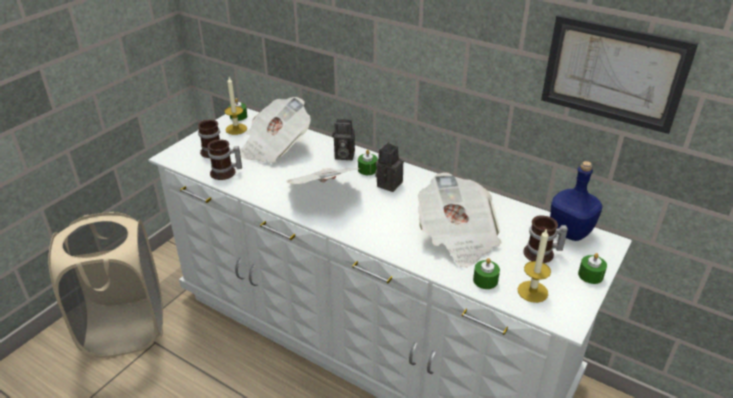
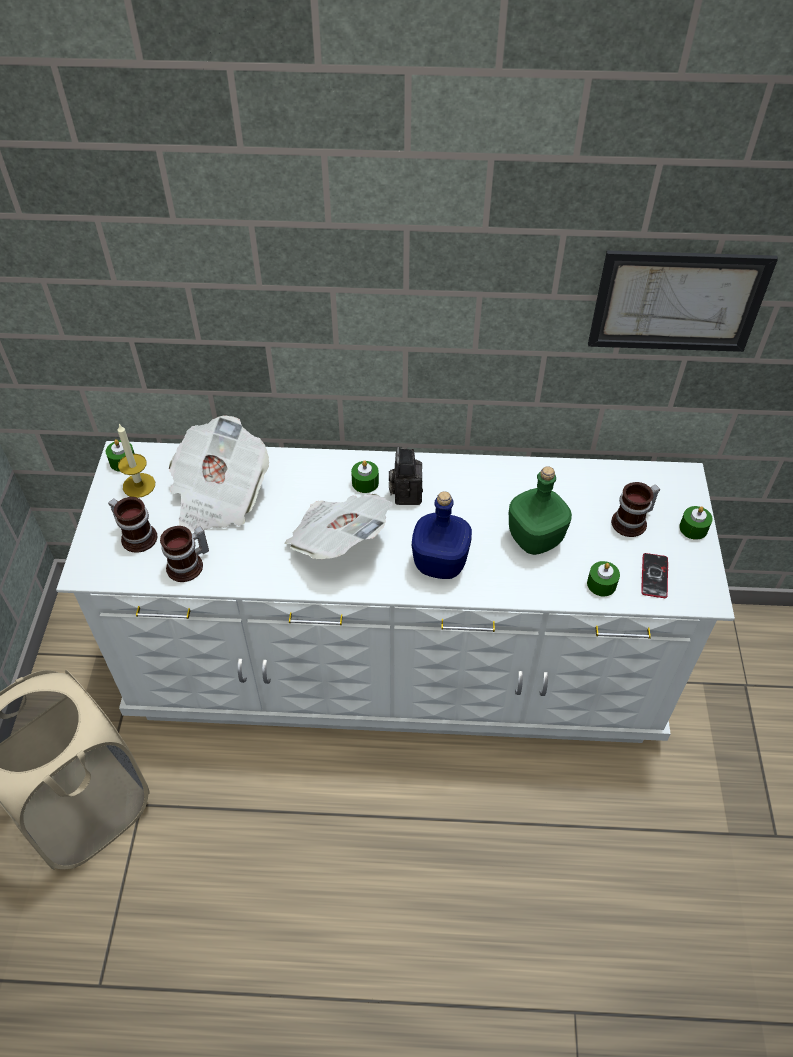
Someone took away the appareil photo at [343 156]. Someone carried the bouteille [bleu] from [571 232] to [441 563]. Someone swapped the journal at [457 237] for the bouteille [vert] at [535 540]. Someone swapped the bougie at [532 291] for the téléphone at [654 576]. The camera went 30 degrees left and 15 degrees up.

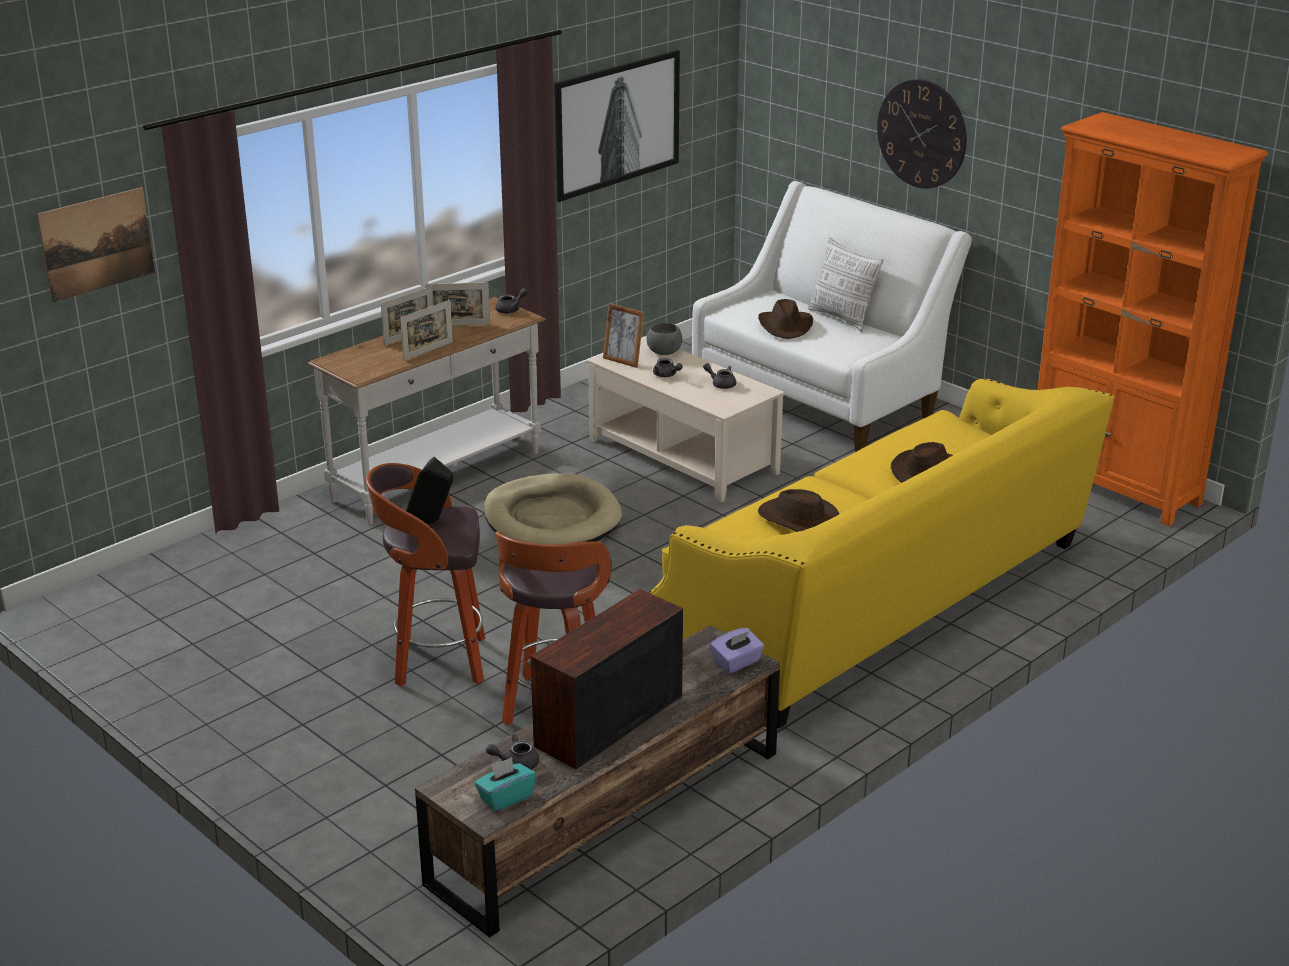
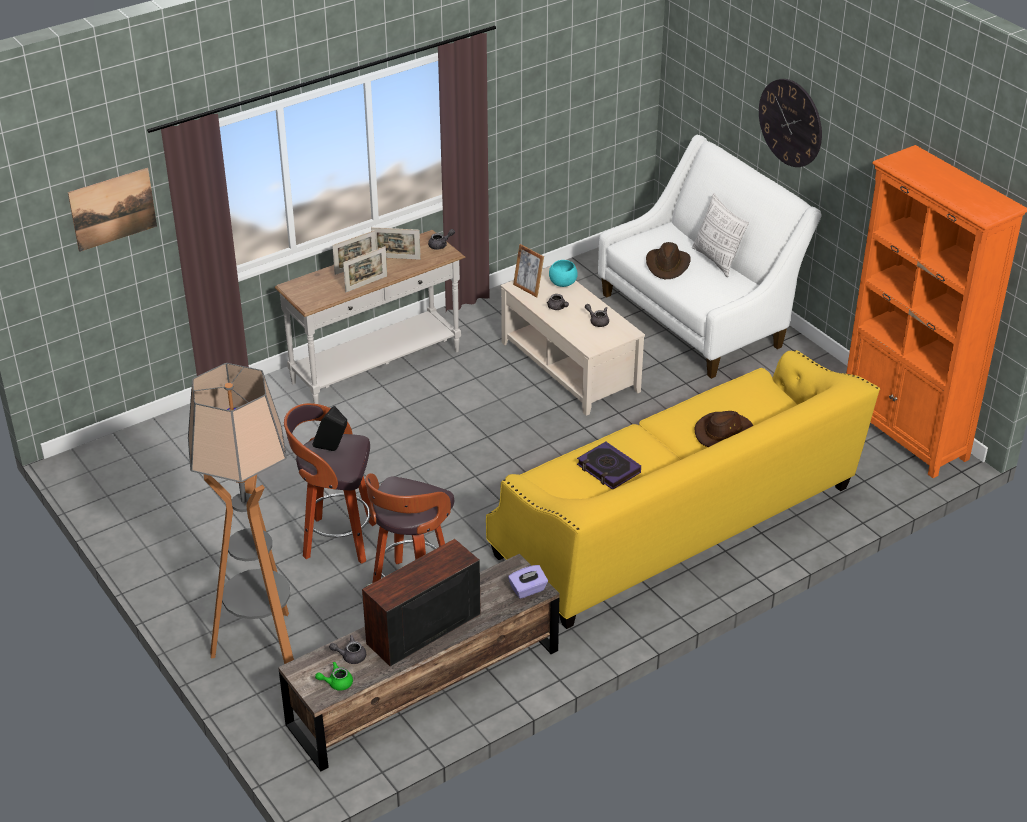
Someone took away the tableau at [616 123]. Someone repainted the bol [gris] at [664 353], which became the bol [turquoise] at [562 283]. Someone took away the panier pour chien [beige] at [552 518]. Someone swapped the chapeau [marron] at [798 520] for the livre at [608 469]. Someone swapped the boîte à mouchoirs [turquoise] at [505 797] for the théière [vert] at [336 683]. Someone put down the lampadaire at [263 648]. The camera went 10 degrees right and 10 degrees up.

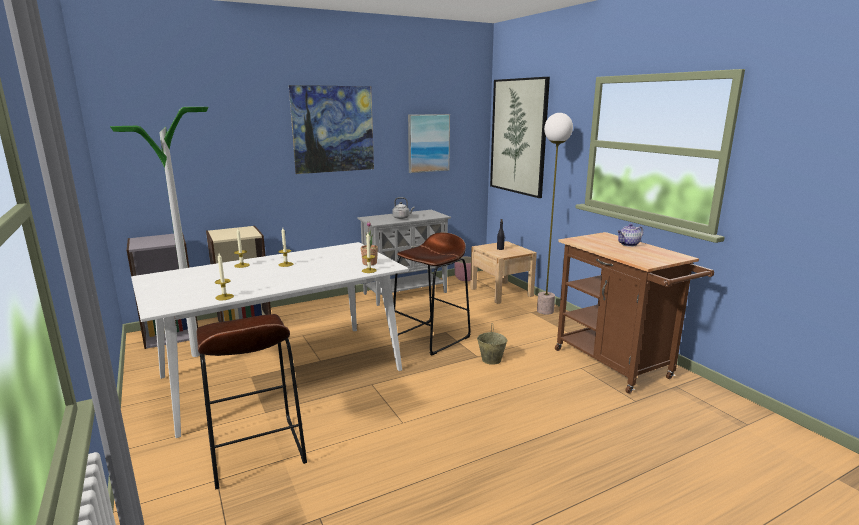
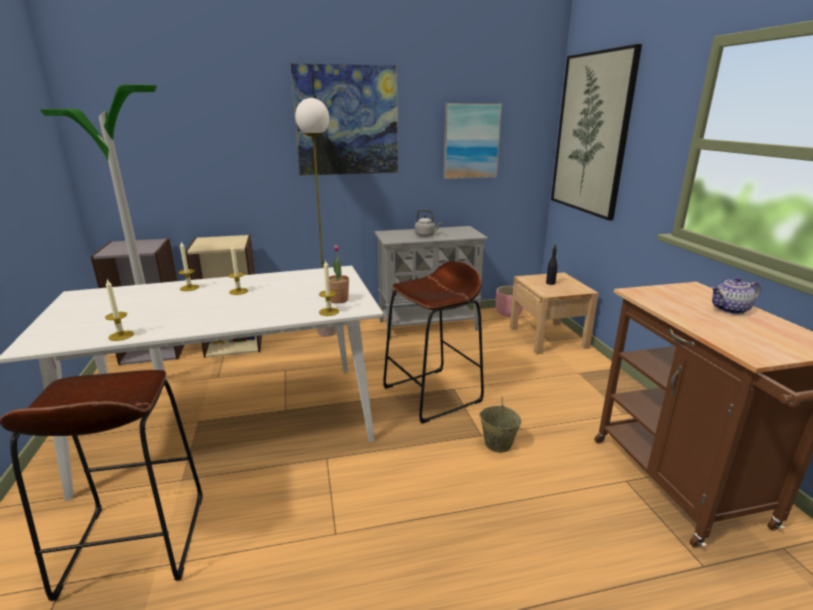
Someone carried the lampadaire from [544 311] to [326 332]. The camera went 15 degrees right and 5 degrees up.

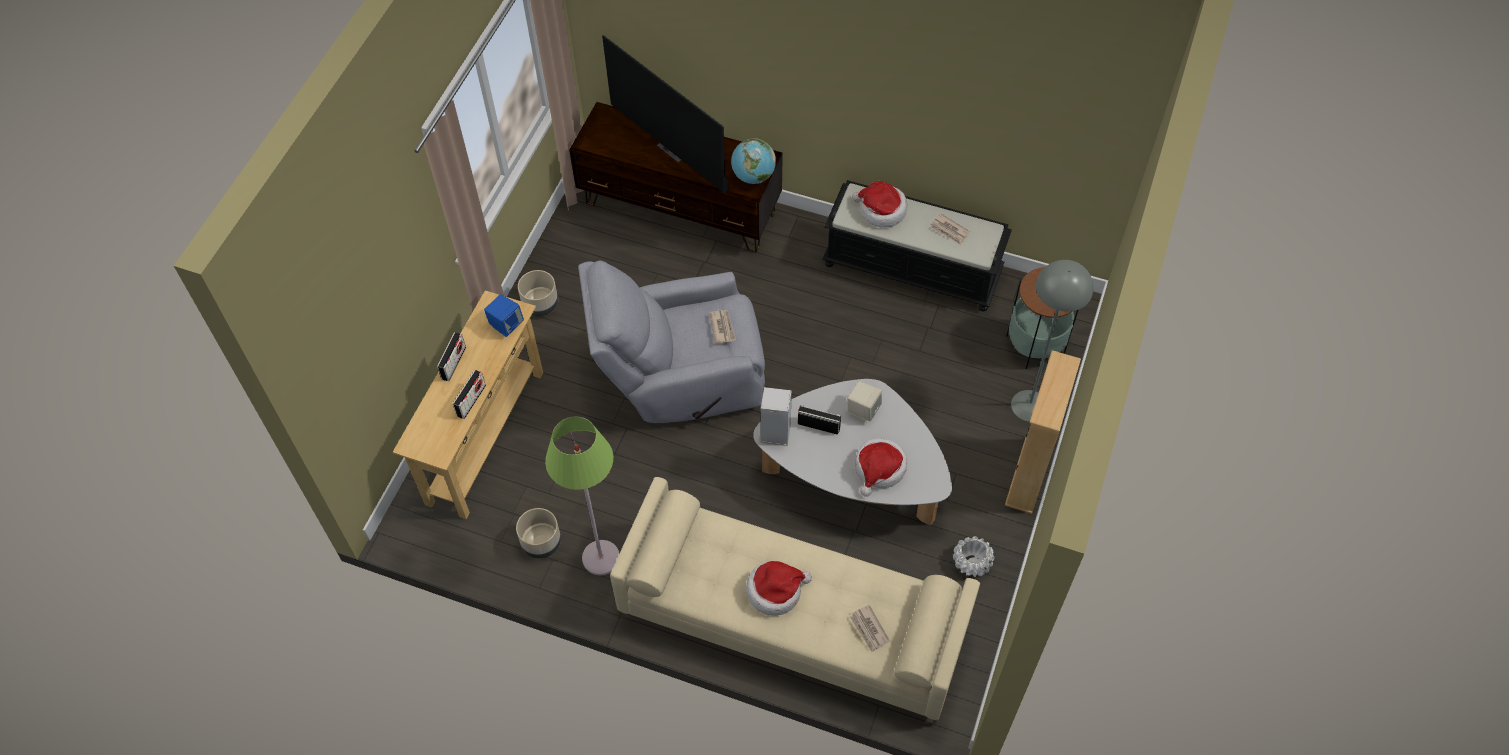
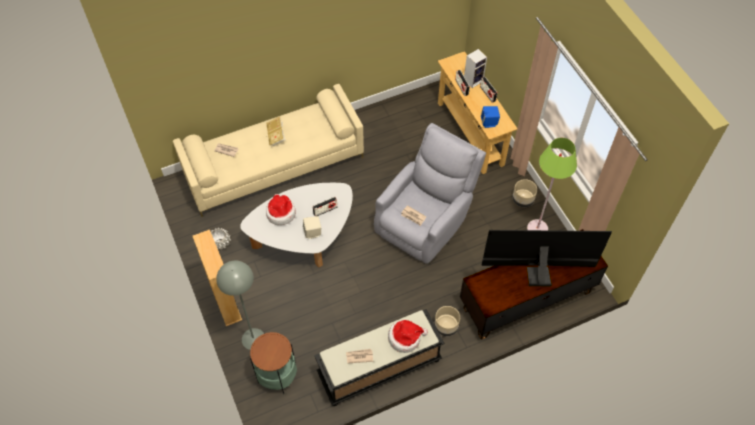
Someone took away the globe at [753 176]. Someone carried the enceinte from [774 434] to [473 80]. Someone carried the lampadaire [vert] from [600 558] to [537 229]. Someone carried the cache-pot [beige] from [541 543] to [446 326]. Someone swapped the chapeau at [775 591] for the livre at [276 136]. The camera went 135 degrees right and 0 degrees up.

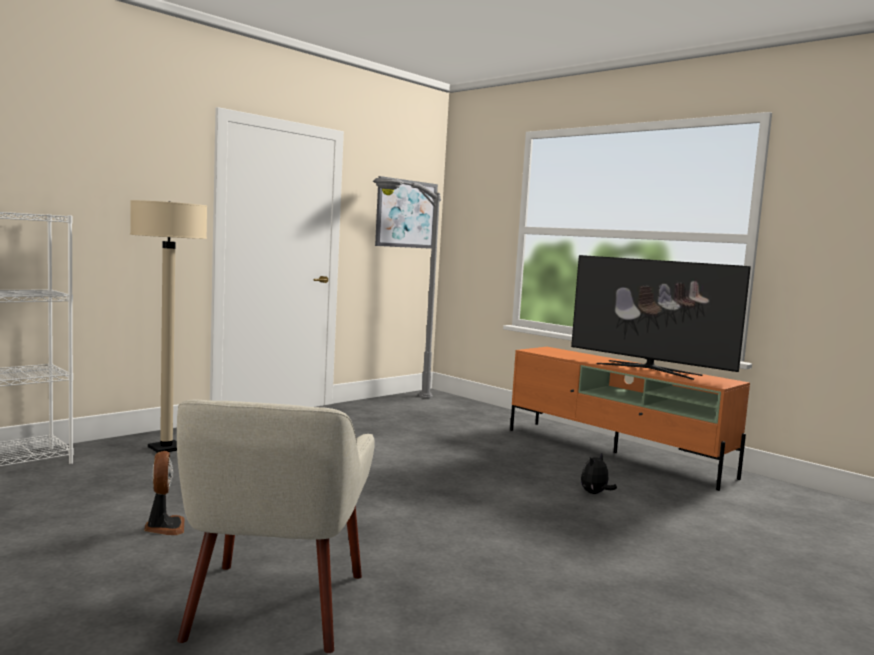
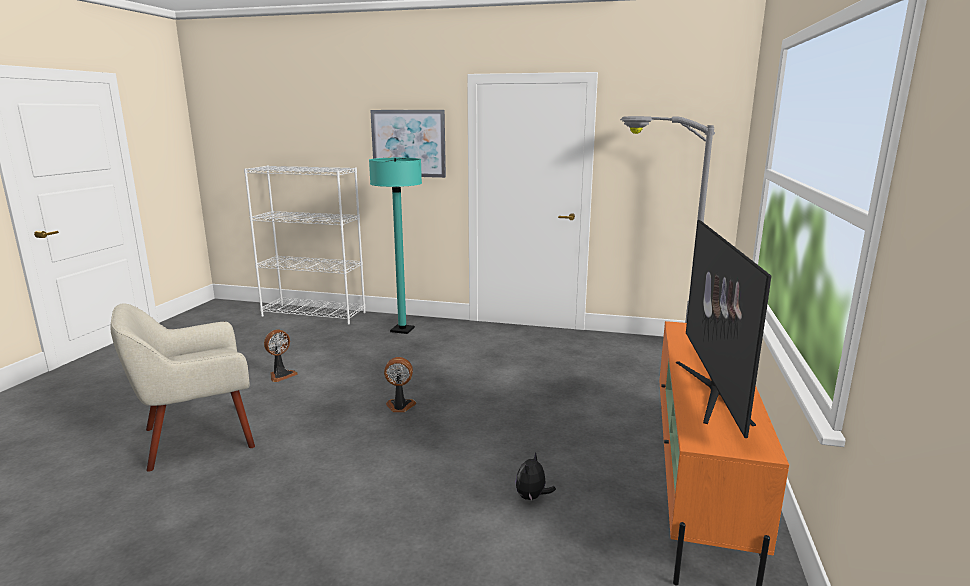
Someone carried the tableau from [406 214] to [408 143]. Someone repainted the lampadaire [beige] at [166 448], which became the lampadaire [turquoise] at [402 330]. Someone rotated the peluche at [595 493] by 75 degrees counterclockwise. Someone put down the ventilateur at [400 406]. The camera went 60 degrees right and 10 degrees up.

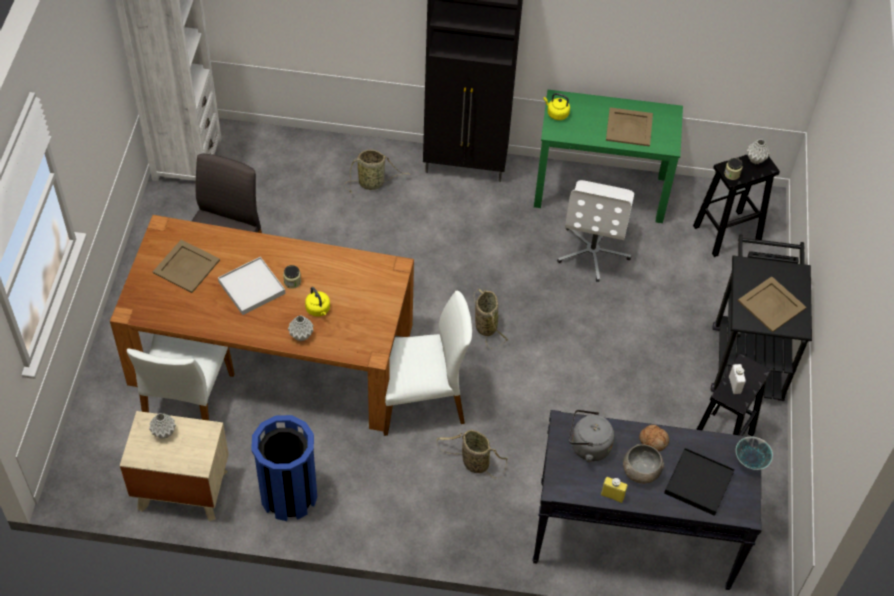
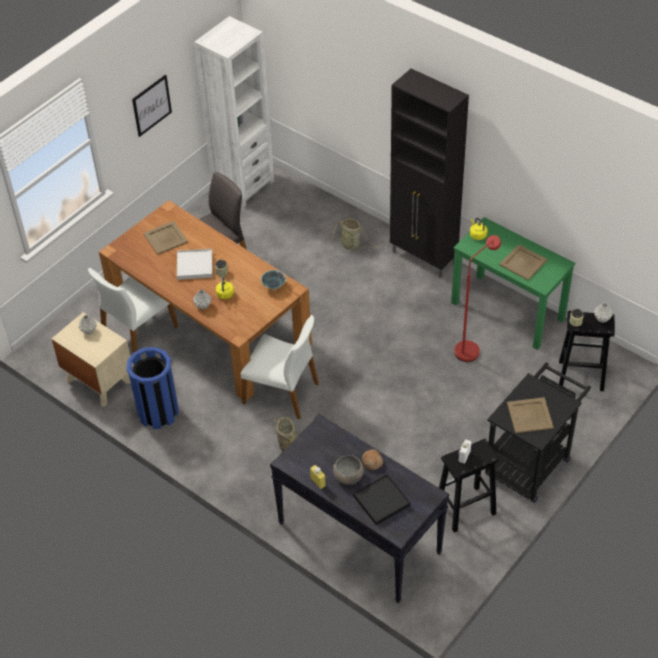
Someone swapped the chaise de bureau [blanc] at [593 251] for the lampadaire [rouge] at [471 348]. Someone took away the panier at [485 325]. Someone took away the bouilloire [gris] at [587 446]. Someone carried the bol from [750 461] to [273 286]. Someone put up the tableau at [151 105]. The camera went 35 degrees right and 5 degrees down.

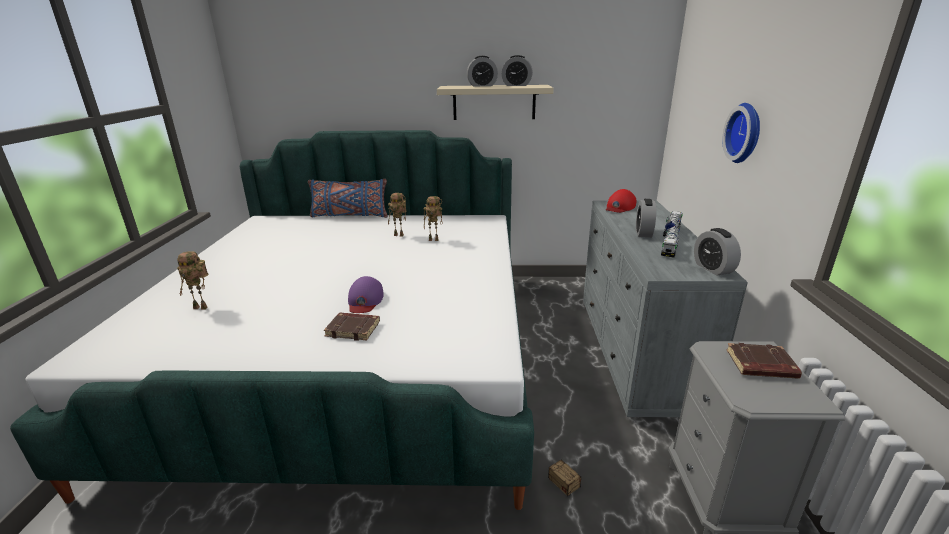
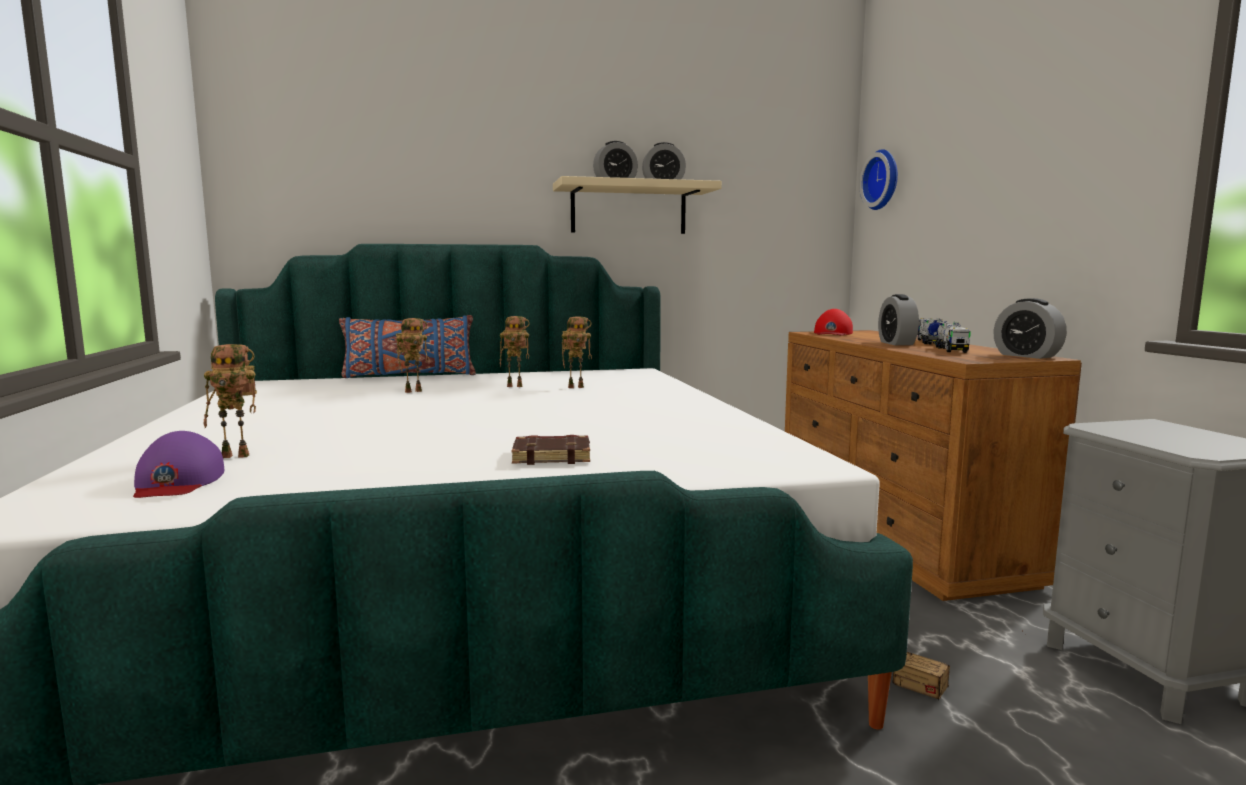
Someone carried the horloge murale from [746 133] to [883 180]. Someone repainted the commode [gris] at [635 353], which became the commode [marron] at [895 536]. Someone carried the casquette [violet] from [365 300] to [178 482]. Someone took away the livre [marron] at [760 366]. Someone put down the robot jouet at [414 391]. The camera went 15 degrees left and 15 degrees down.

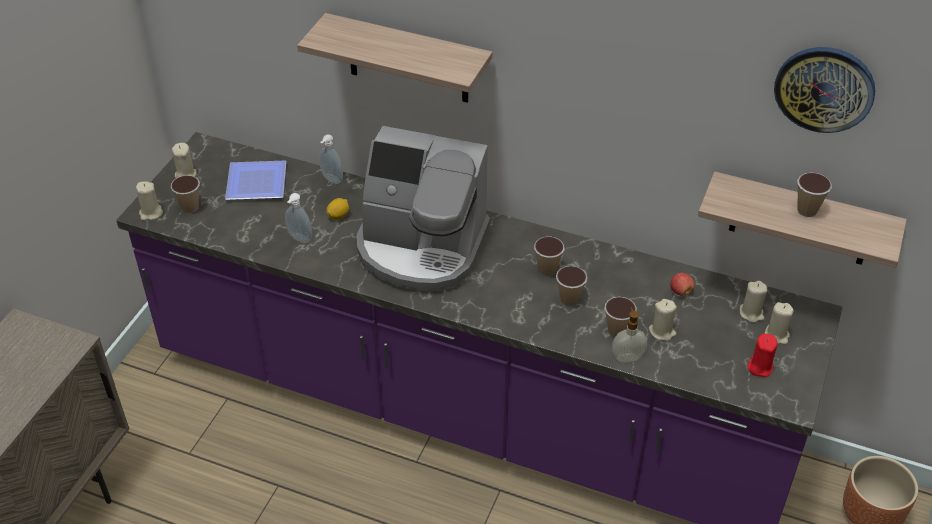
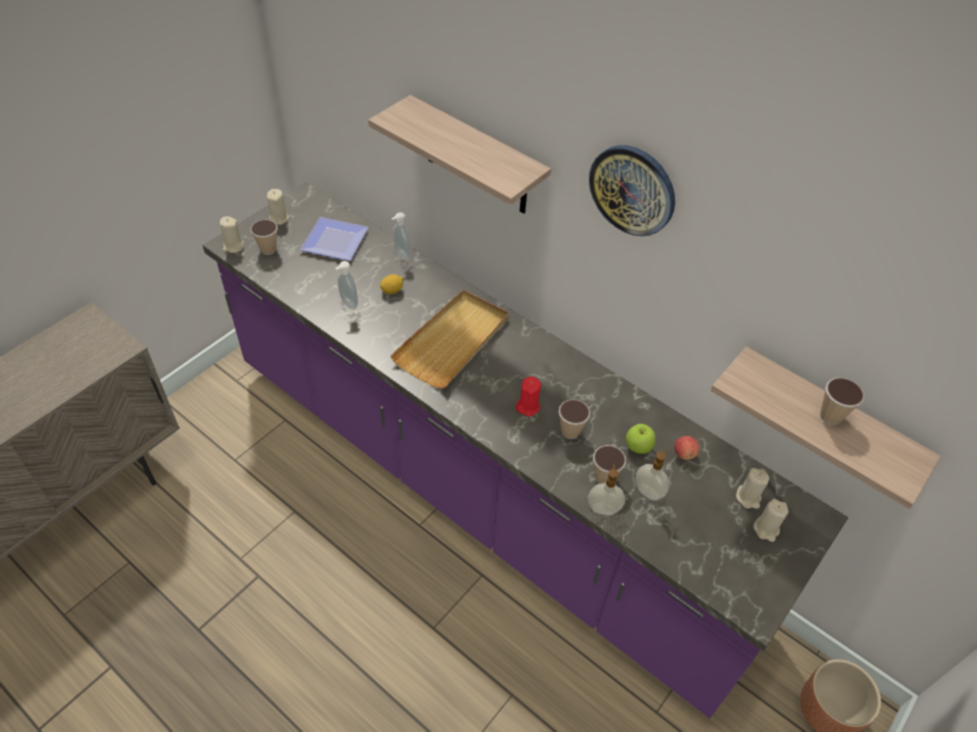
Someone carried the horloge murale from [824 88] to [632 190]. Someone swapped the machine à café at [421 248] for the plateau [beige] at [453 341]. Someone took away the tasse at [547 270]. Someone swapped the bougie [beige] at [662 332] for the distributeur de savon at [649 491]. Someone carried the bougie [rouge] from [759 367] to [528 406]. Someone put down the pomme at [638 447]. The camera went 15 degrees right and 5 degrees up.

